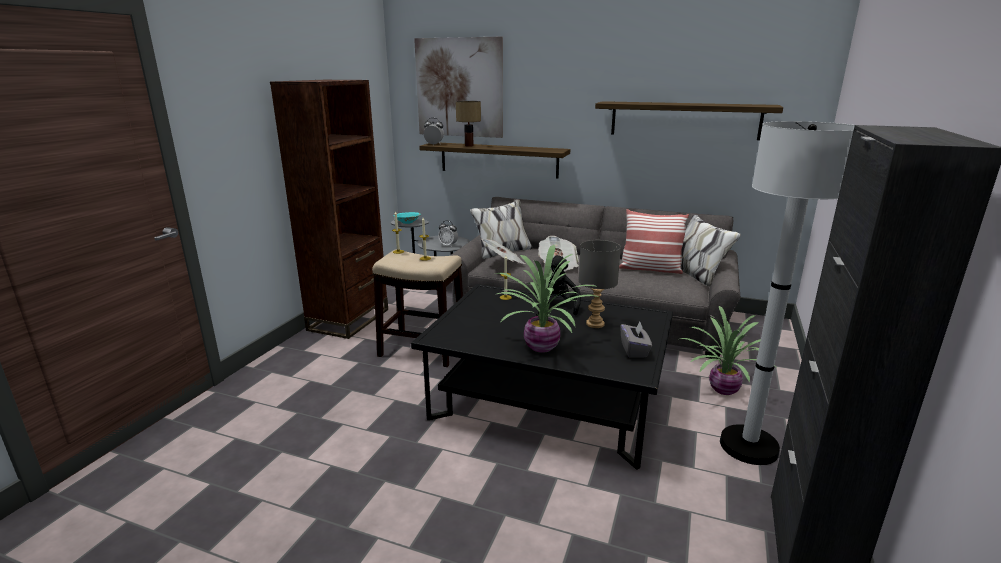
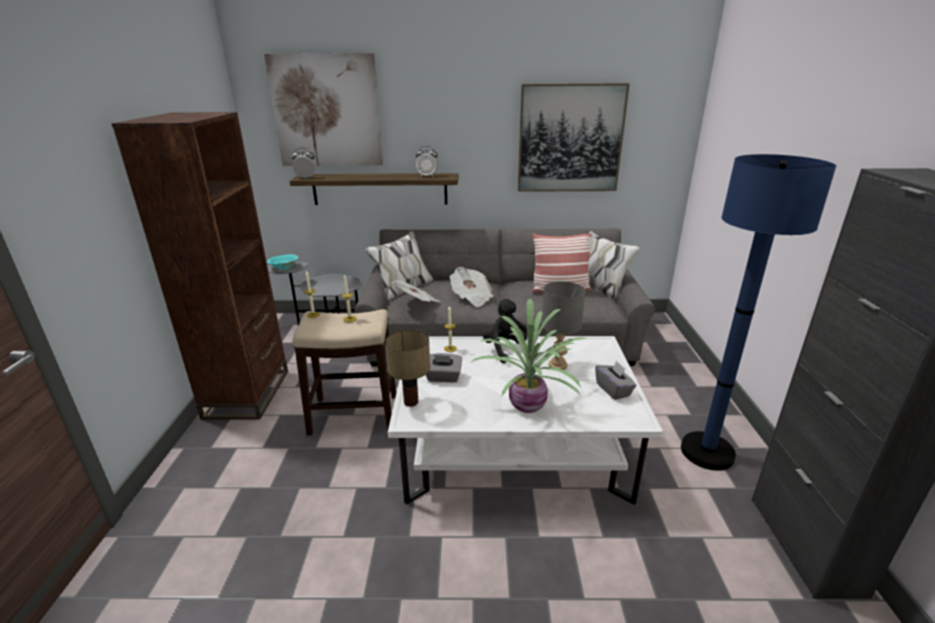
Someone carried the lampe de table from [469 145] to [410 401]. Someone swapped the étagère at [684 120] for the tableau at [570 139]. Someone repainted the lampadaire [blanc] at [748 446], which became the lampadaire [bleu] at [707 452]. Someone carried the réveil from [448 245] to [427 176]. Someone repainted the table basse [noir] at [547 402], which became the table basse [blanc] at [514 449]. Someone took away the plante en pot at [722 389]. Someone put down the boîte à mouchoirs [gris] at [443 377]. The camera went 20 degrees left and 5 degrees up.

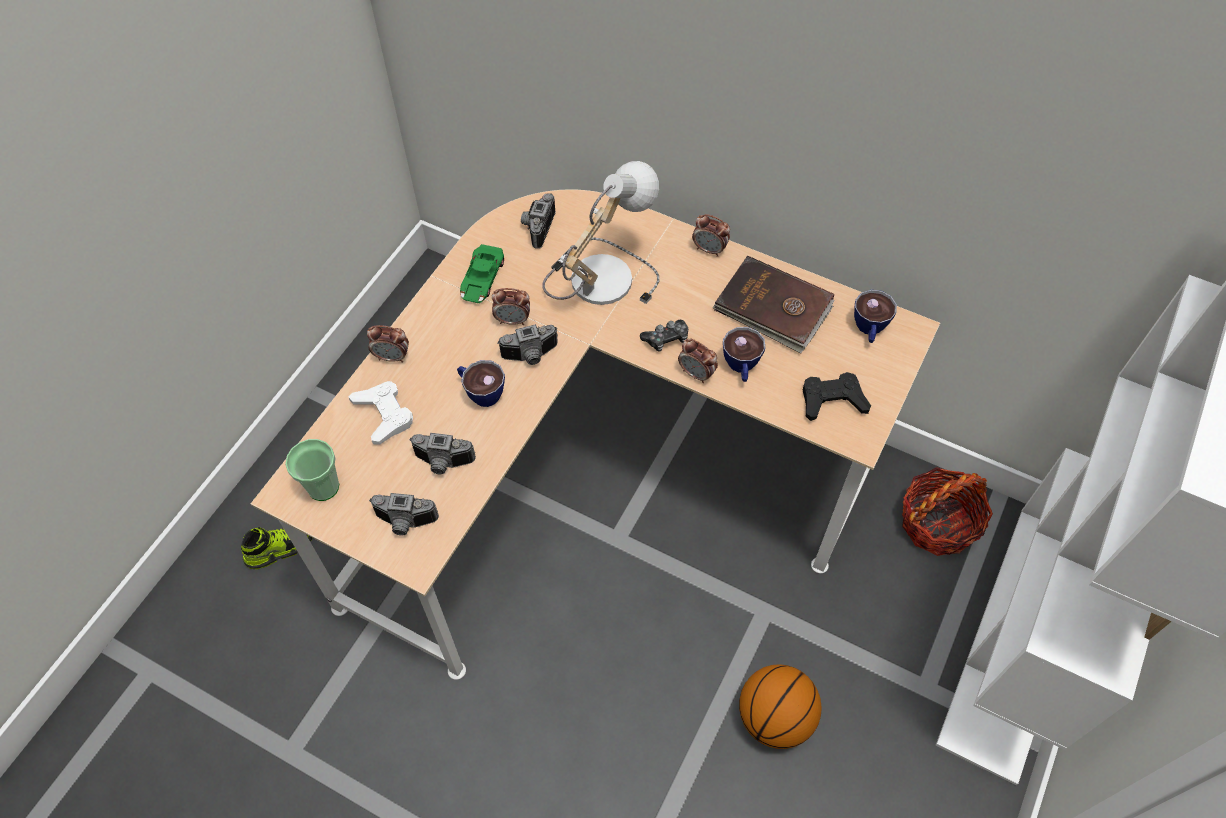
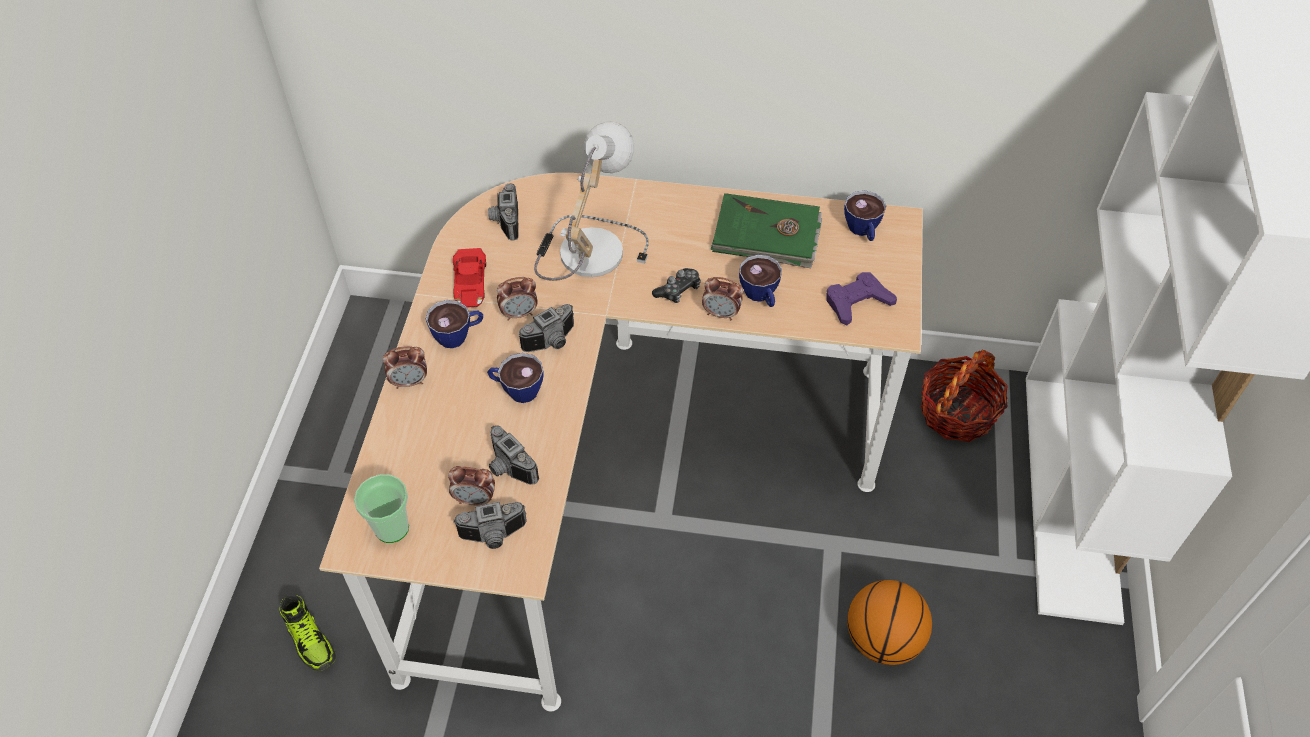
Someone carried the réveil from [709 249] to [475 499]. Someone repainted the petite voiture [vert] at [482 279], which became the petite voiture [rouge] at [470 283]. Someone repainted the livre [marron] at [773 308], which became the livre [vert] at [766 235]. Someone repainted the manette [noir] at [832 400], which became the manette [violet] at [857 302]. Someone took away the manette [blanc] at [384 414]. Someone rotated the appareil photo at [443 464] by 60 degrees clockwise. Someone rotated the chaussure at [281 547] by 105 degrees clockwise. Someone put down the tasse at [459 335]. The camera went 20 degrees left and 5 degrees down.

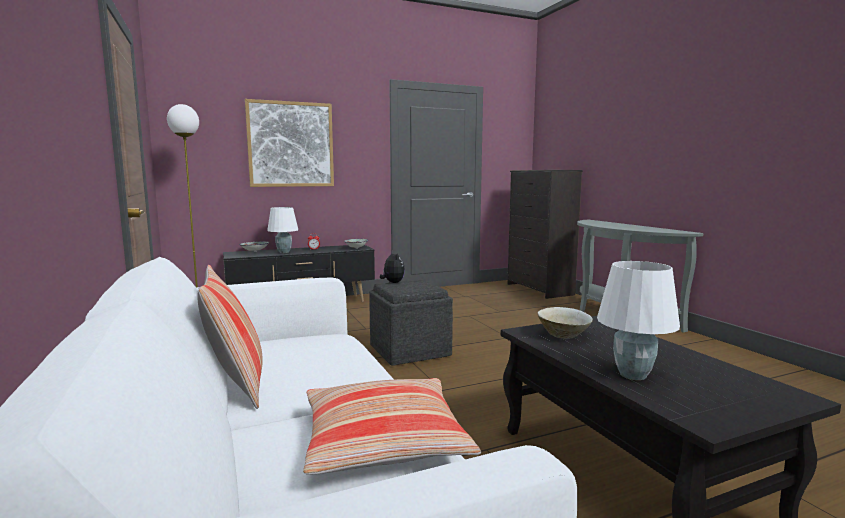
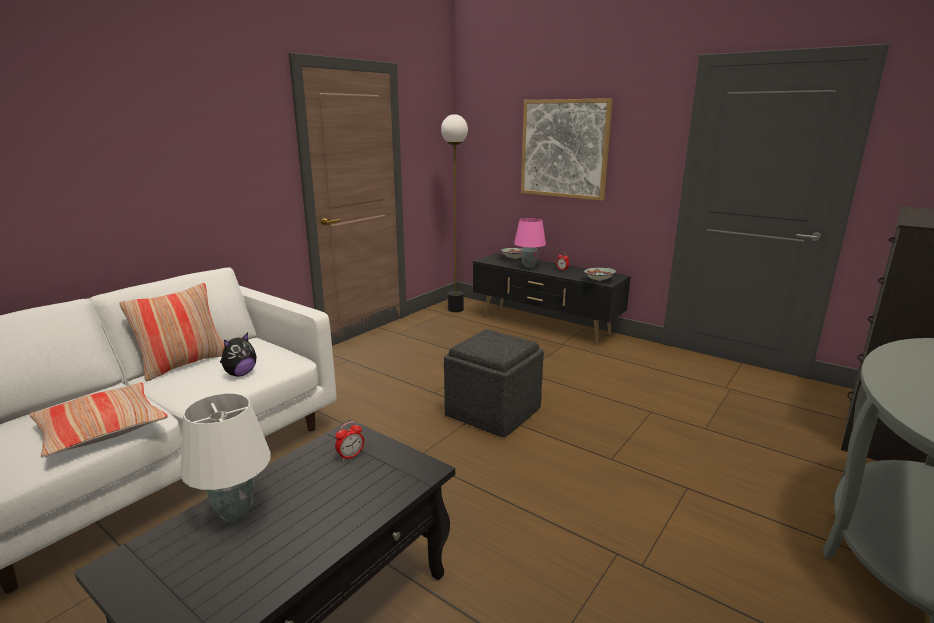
Someone repainted the lampe de table [blanc] at [283 252], which became the lampe de table [rose] at [529 266]. Someone carried the peluche from [392 283] to [240 374]. Someone swapped the bol [beige] at [563 335] for the réveil at [350 456]. The camera went 60 degrees right and 10 degrees up.

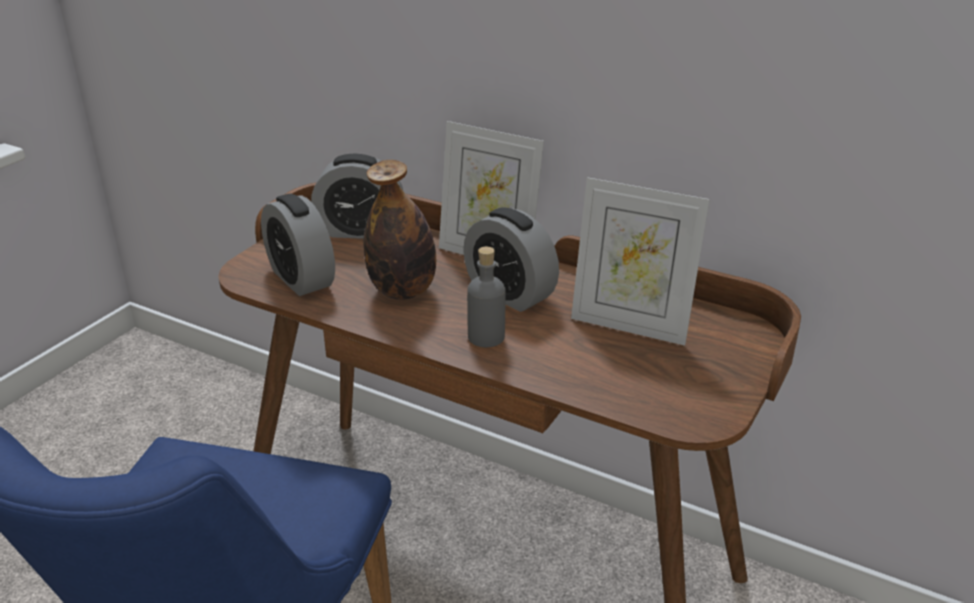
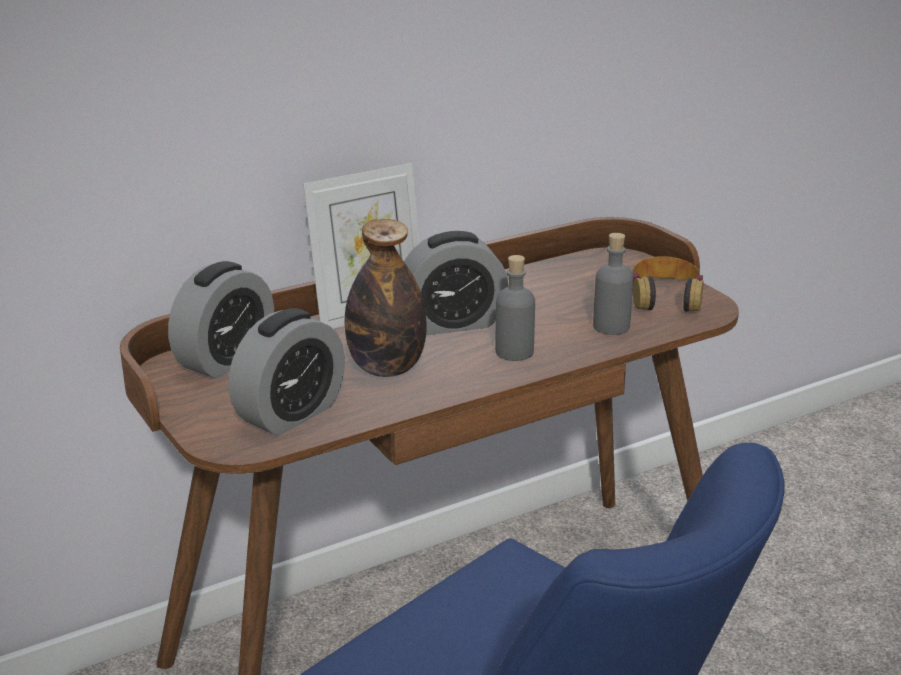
Someone took away the cadre photo at [630 325]. Someone rotated the réveil at [301 279] by 45 degrees counterclockwise. Someone put down the bouteille [gris] at [611 327]. Someone put down the casque audio at [665 296]. The camera went 60 degrees left and 5 degrees down.

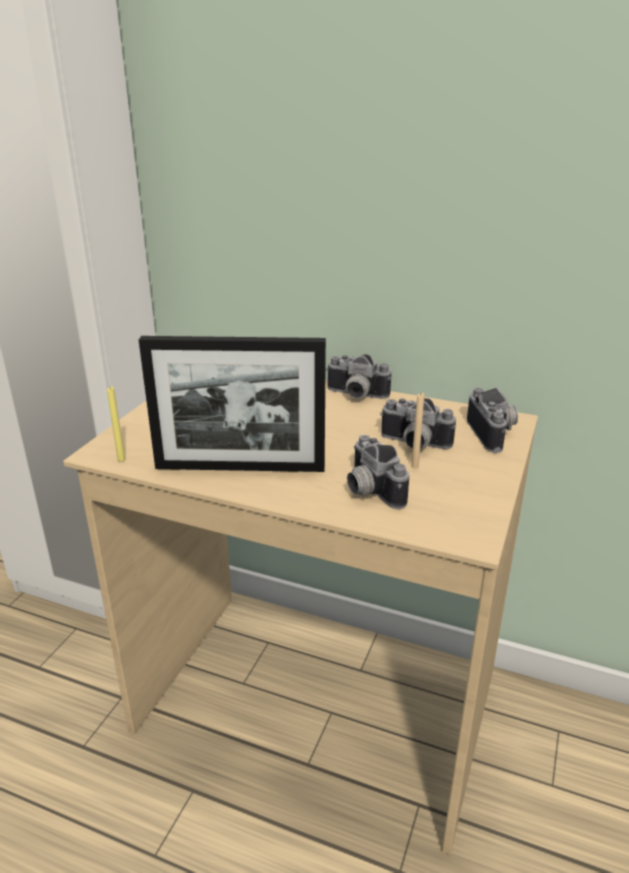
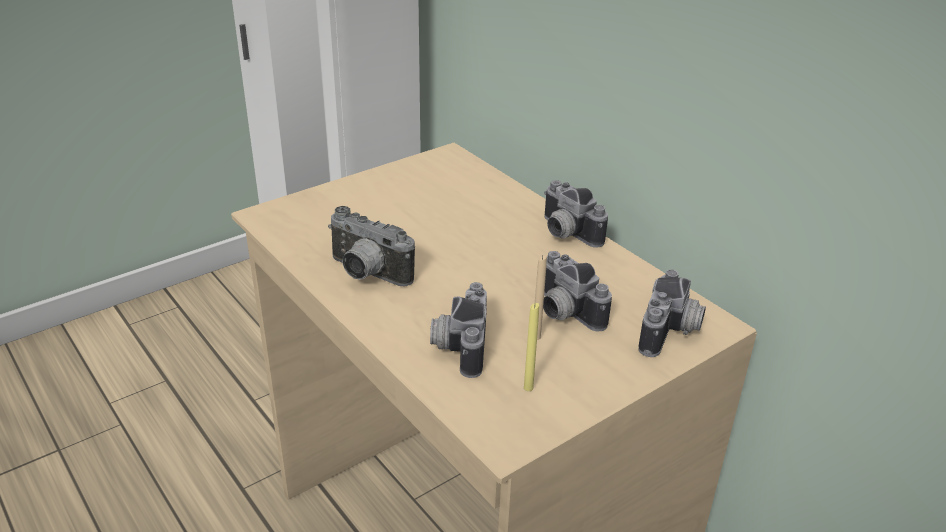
Someone swapped the cadre photo at [240 467] for the appareil photo at [365 274]. Someone carried the bougie [jaune] from [121 459] to [528 388]. The camera went 30 degrees right and 5 degrees up.

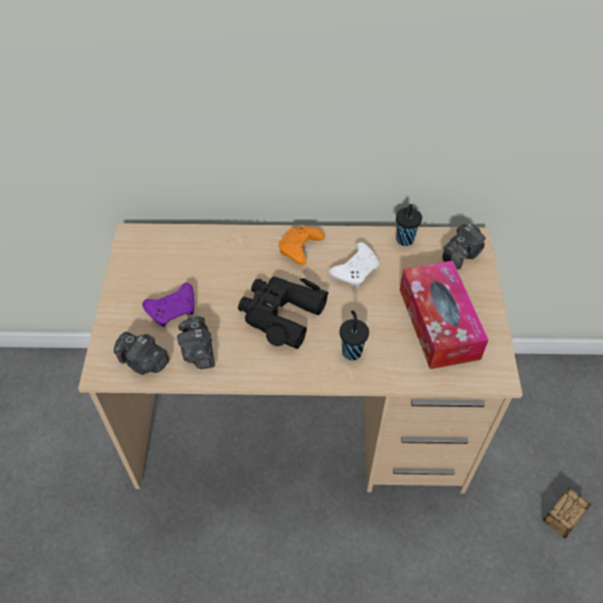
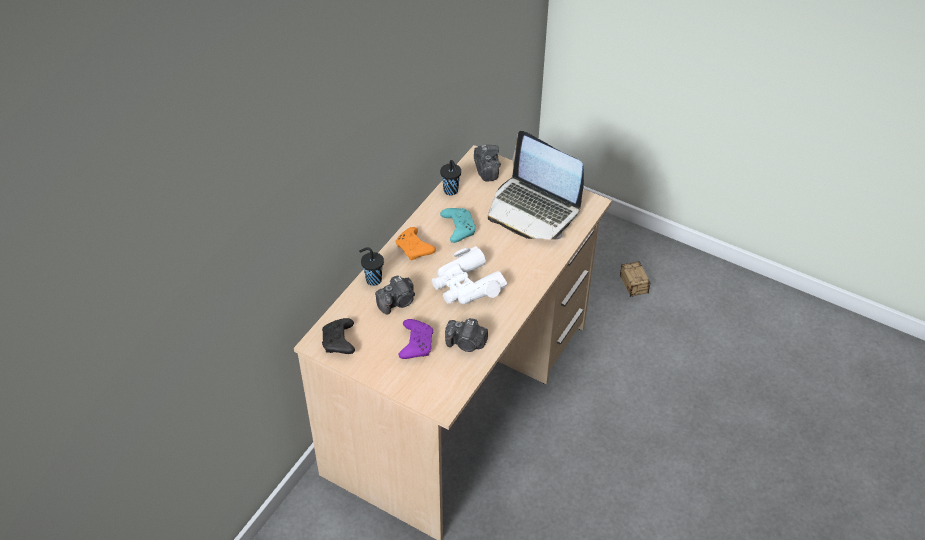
Someone repainted the manette [blanc] at [356 270], which became the manette [turquoise] at [458 228]. Someone swapped the boîte à mouchoirs at [438 323] for the ordinateur portable at [533 209]. Someone repainted the jumelles [noir] at [280 314], which became the jumelles [blanc] at [466 285]. Someone carried the tasse [noir] from [351 351] to [373 280]. Someone carried the appareil photo from [144 362] to [397 302]. Someone put down the manette [noir] at [339 342]. The camera went 60 degrees left and 5 degrees down.

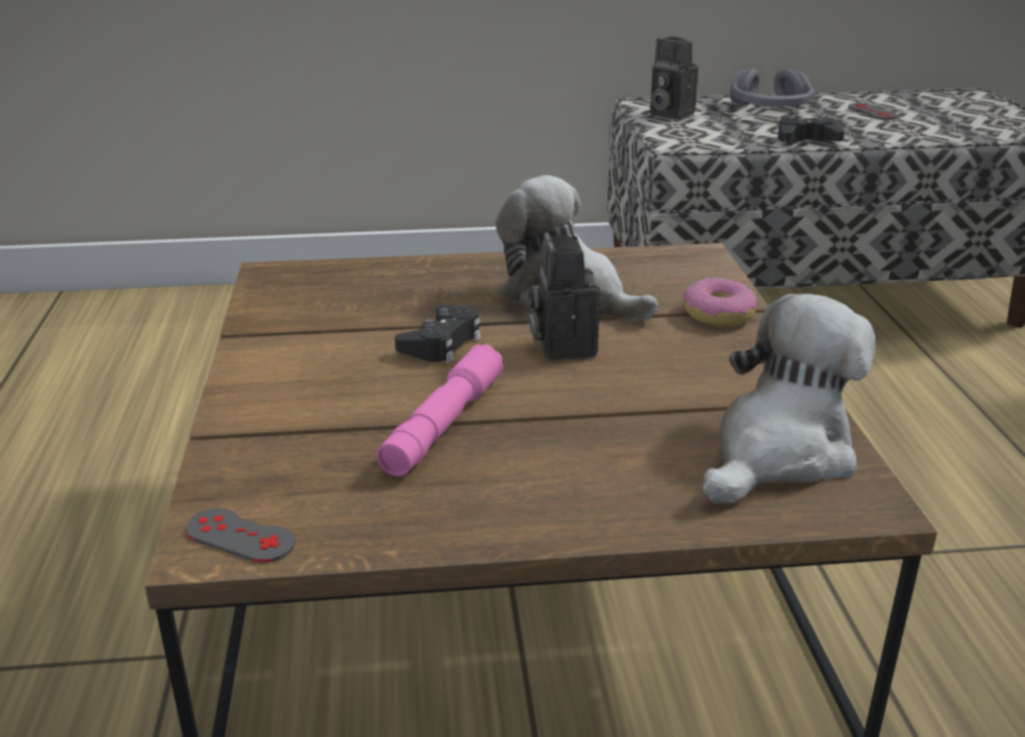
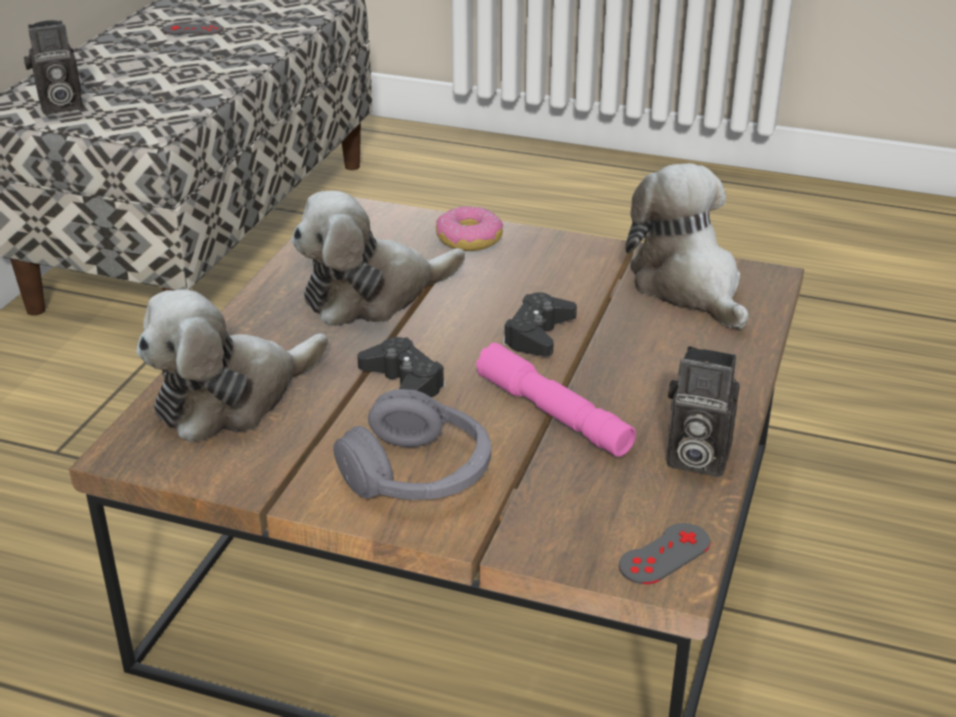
Someone carried the casque audio [gris] from [770 109] to [418 474]. Someone carried the manette [noir] from [806 140] to [538 334]. Someone carried the appareil photo from [562 345] to [694 458]. Someone put down the peluche at [231 398]. The camera went 65 degrees left and 5 degrees up.

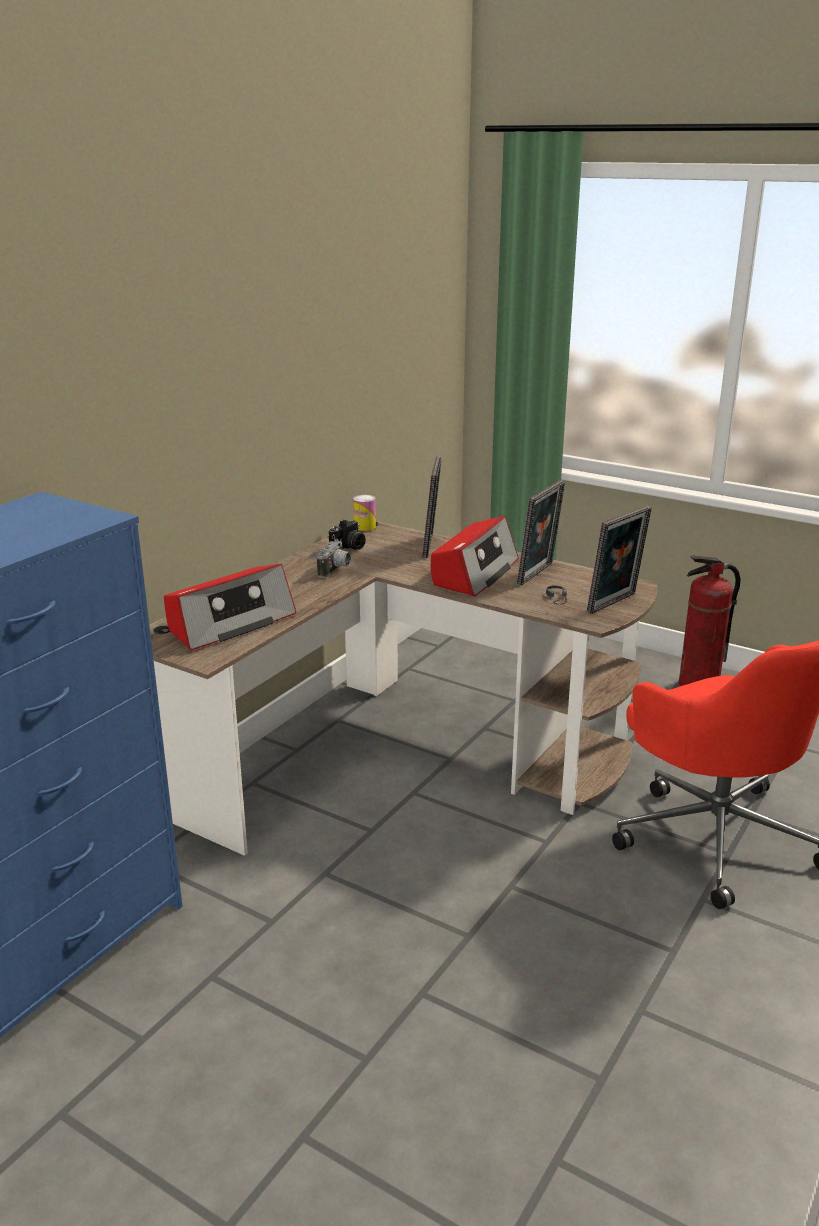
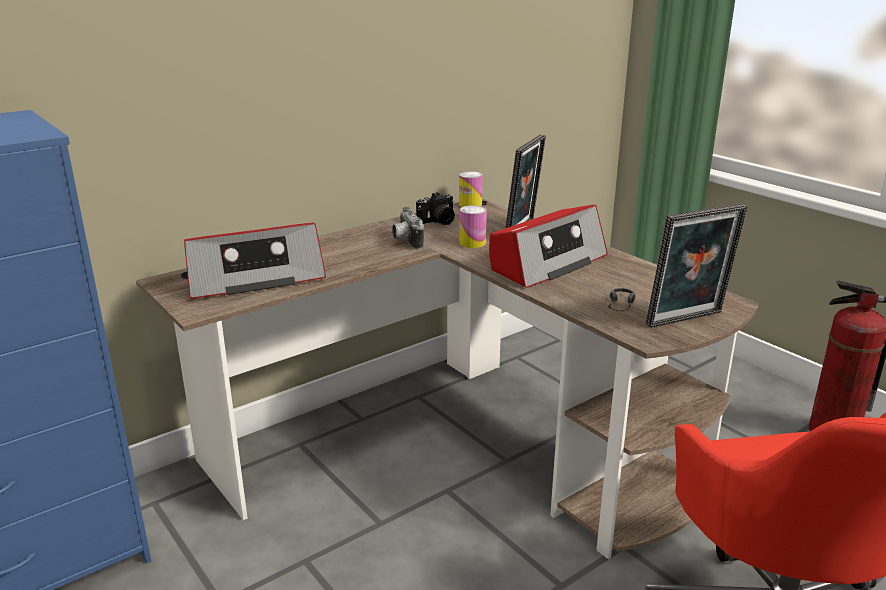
Someone took away the cadre photo at [538 574]. Someone rotated the appareil photo at [336 570] by 120 degrees clockwise. Someone put down the boîte métallique at [472 243]. The camera went 20 degrees right and 0 degrees up.

